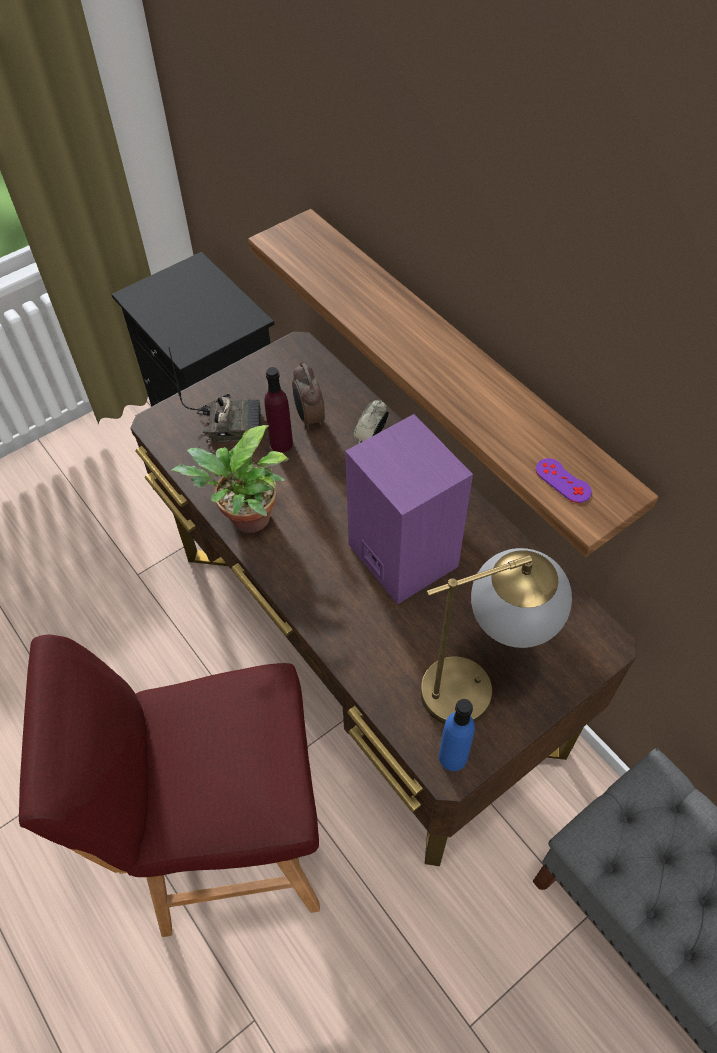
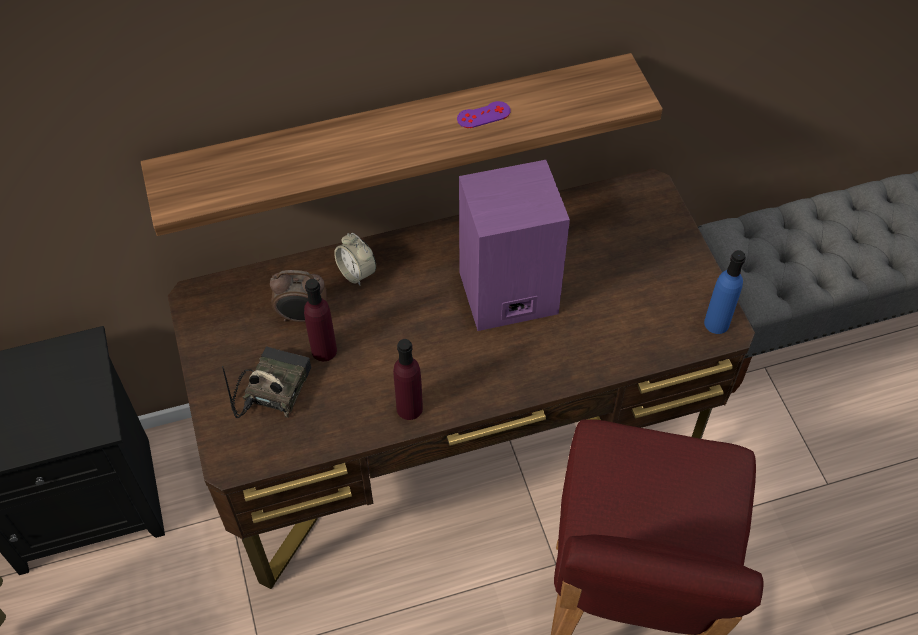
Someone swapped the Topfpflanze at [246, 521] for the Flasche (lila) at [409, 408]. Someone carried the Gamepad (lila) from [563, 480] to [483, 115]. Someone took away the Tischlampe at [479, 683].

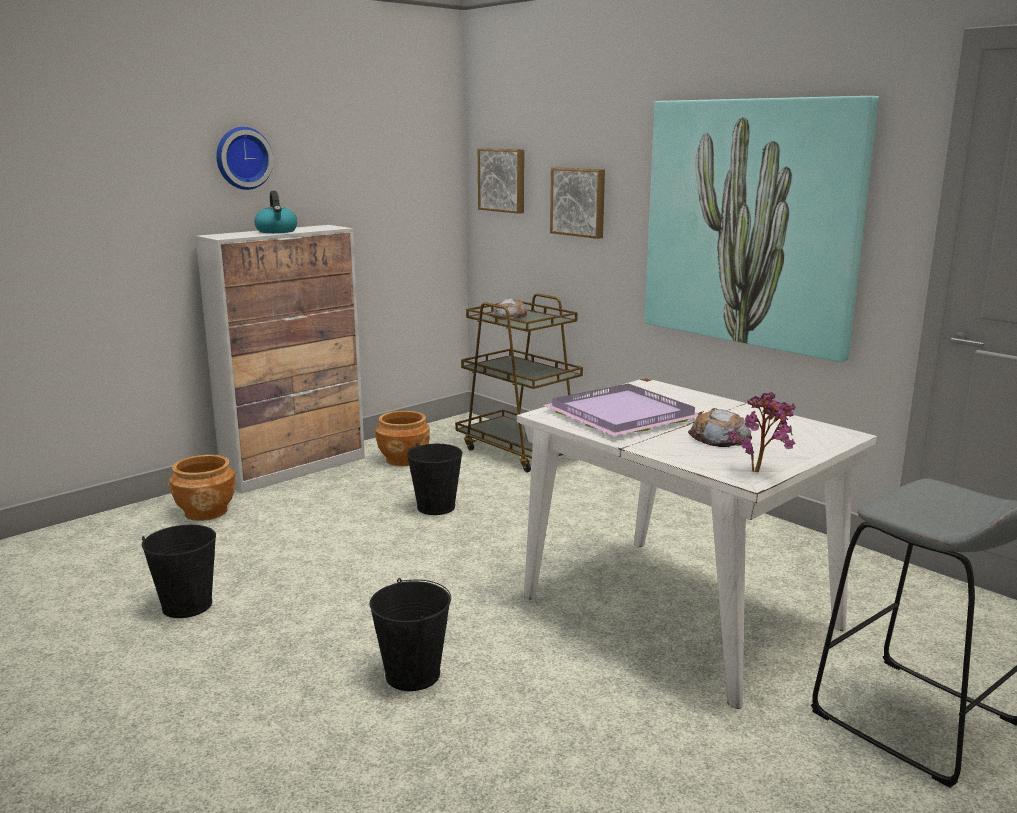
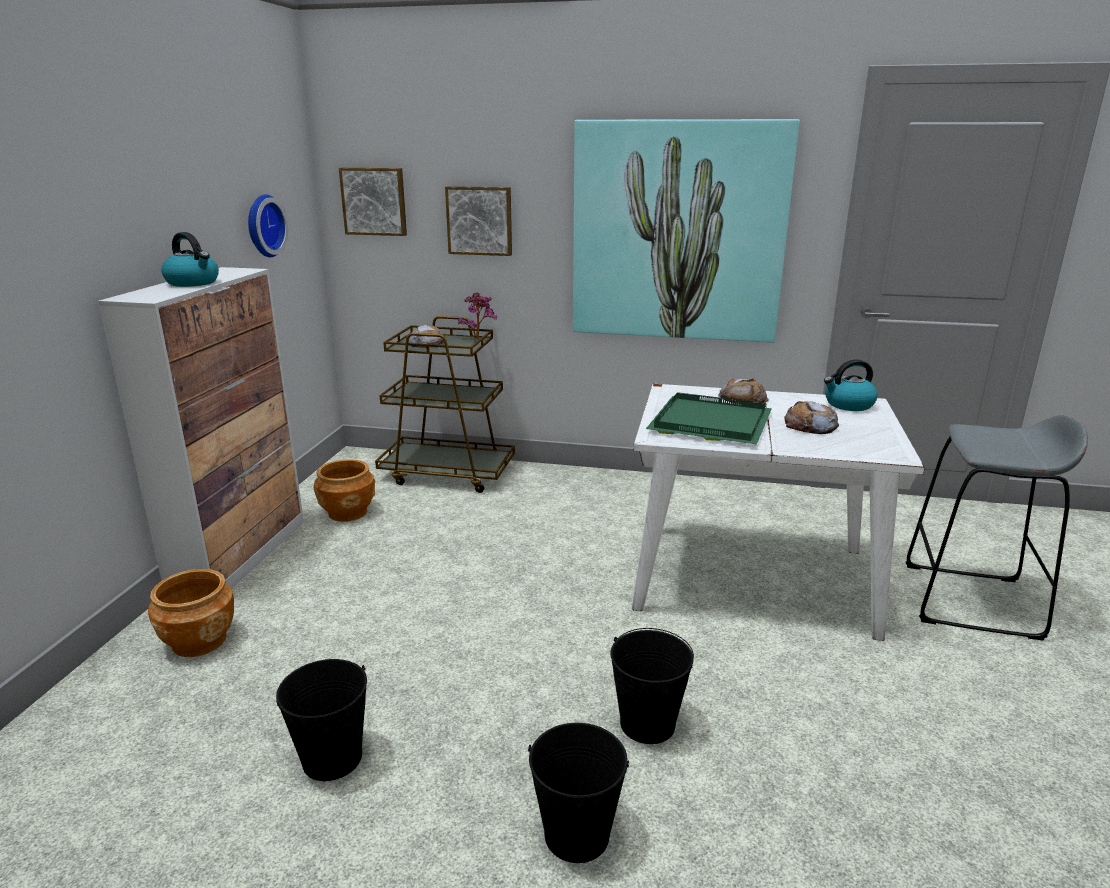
Someone carried the Wanduhr from [242, 158] to [263, 226]. Someone repainted the Tablett (lila) at [618, 415], which became the Tablett (grün) at [708, 423]. Someone carried the Topfpflanze from [761, 472] to [479, 338]. Someone carried the Eimer (schwarz) from [436, 507] to [576, 834]. Someone put down the Wasserkessel at [848, 405]. Someone put down the Brot at [743, 399].

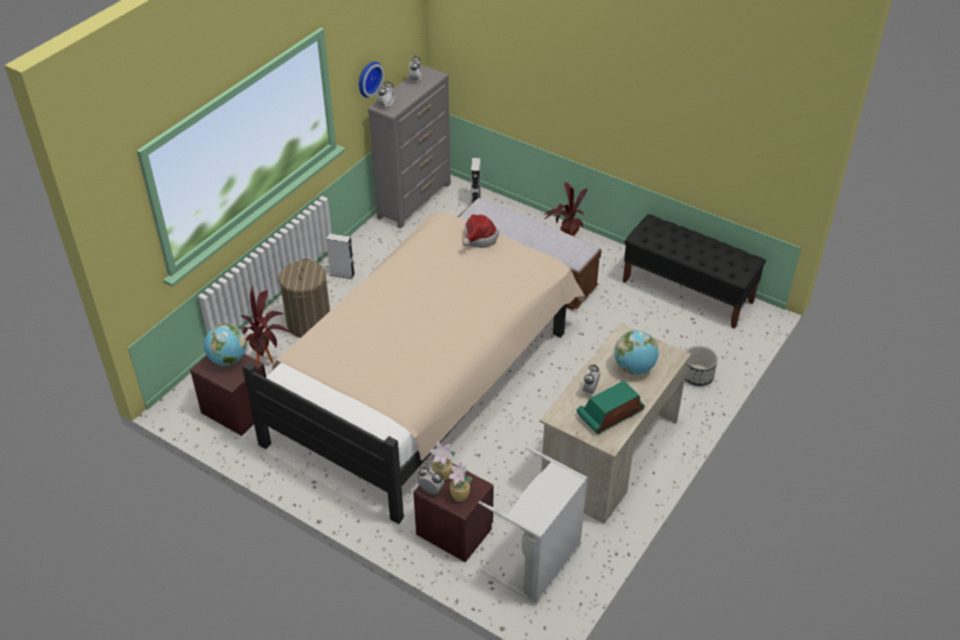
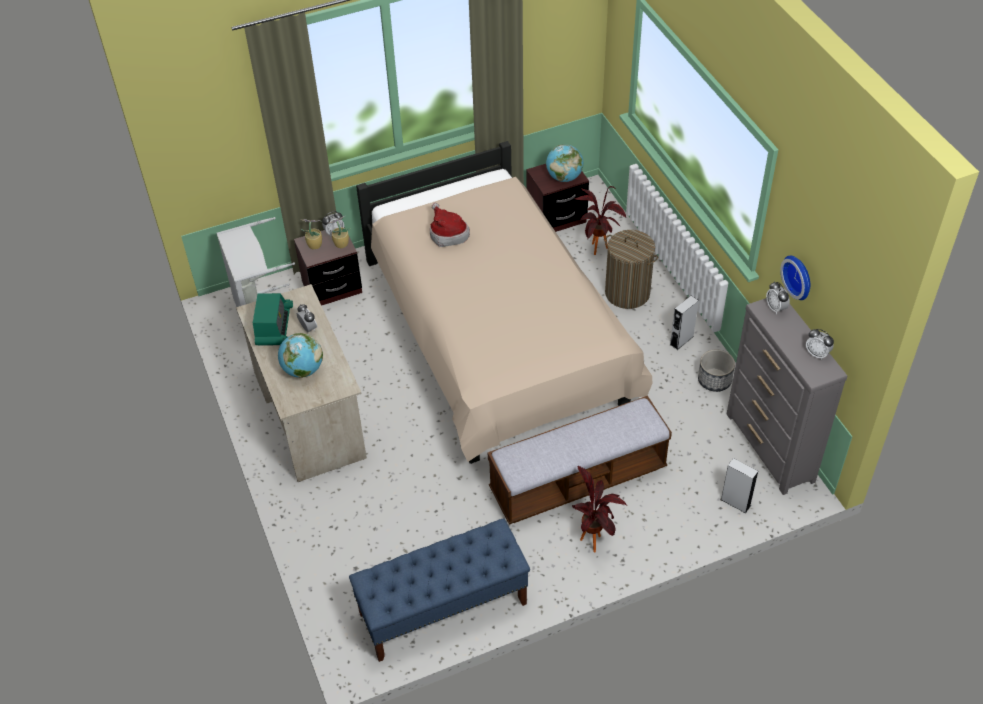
Someone carried the Hut from [479, 239] to [447, 234]. Someone repainted the Bank (schwarz) at [688, 291], which became the Bank (blau) at [442, 609]. Someone carried the Pflanzkübel from [697, 376] to [714, 380].

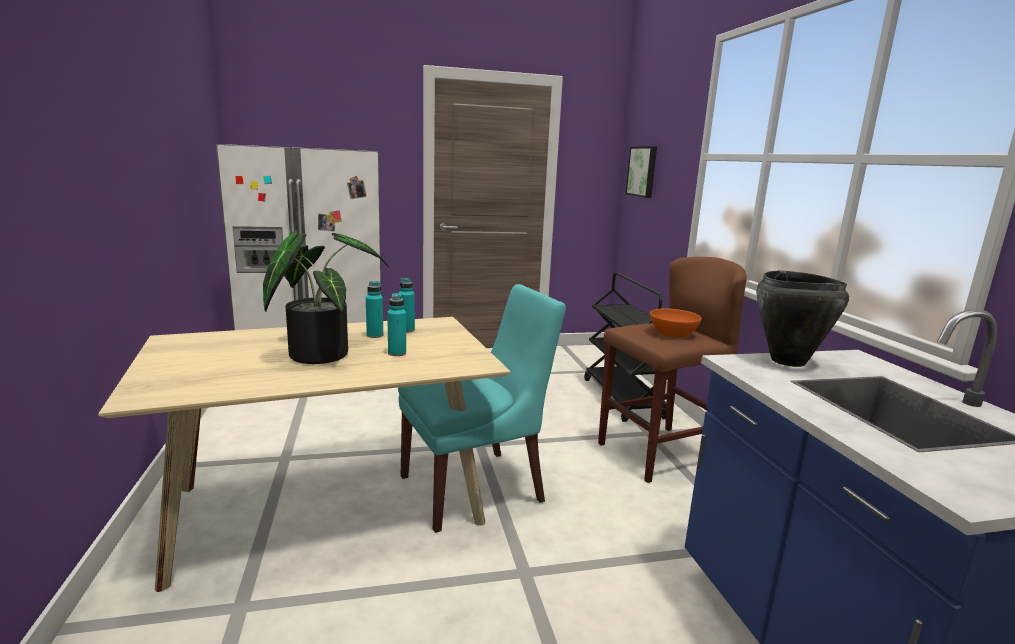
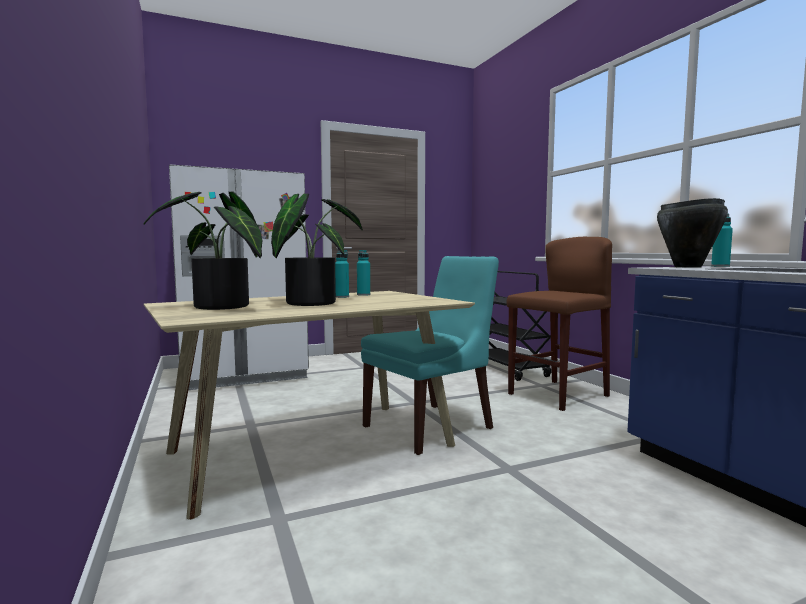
Someone took away the Bild at [643, 171]. Someone carried the Flasche (türkis) from [397, 353] to [720, 266]. Someone took away the Schüssel (orange) at [672, 333]. Someone put down the Topfpflanze at [221, 307].

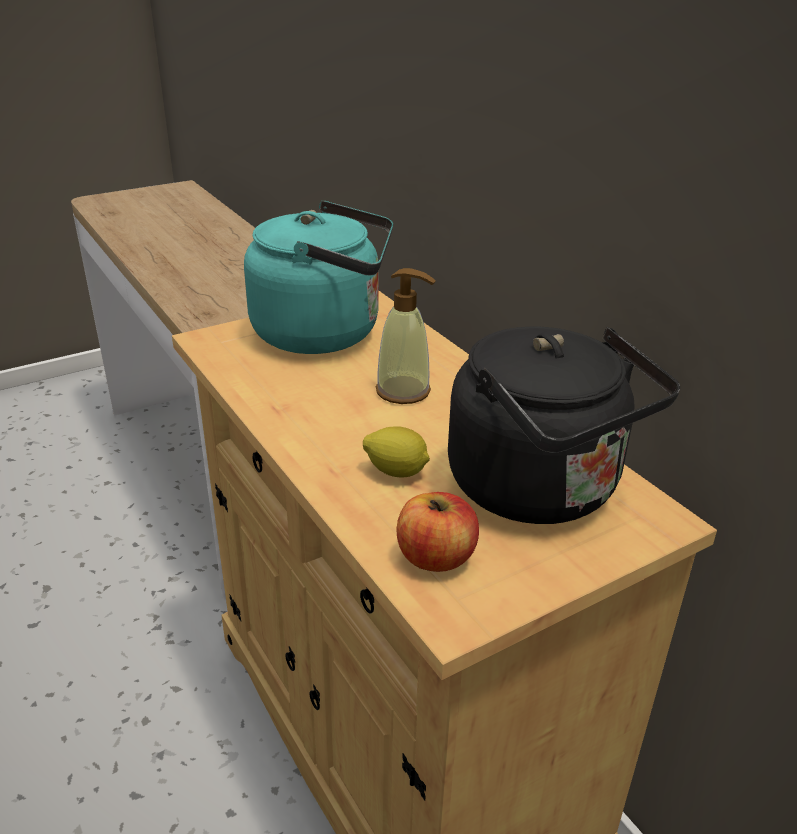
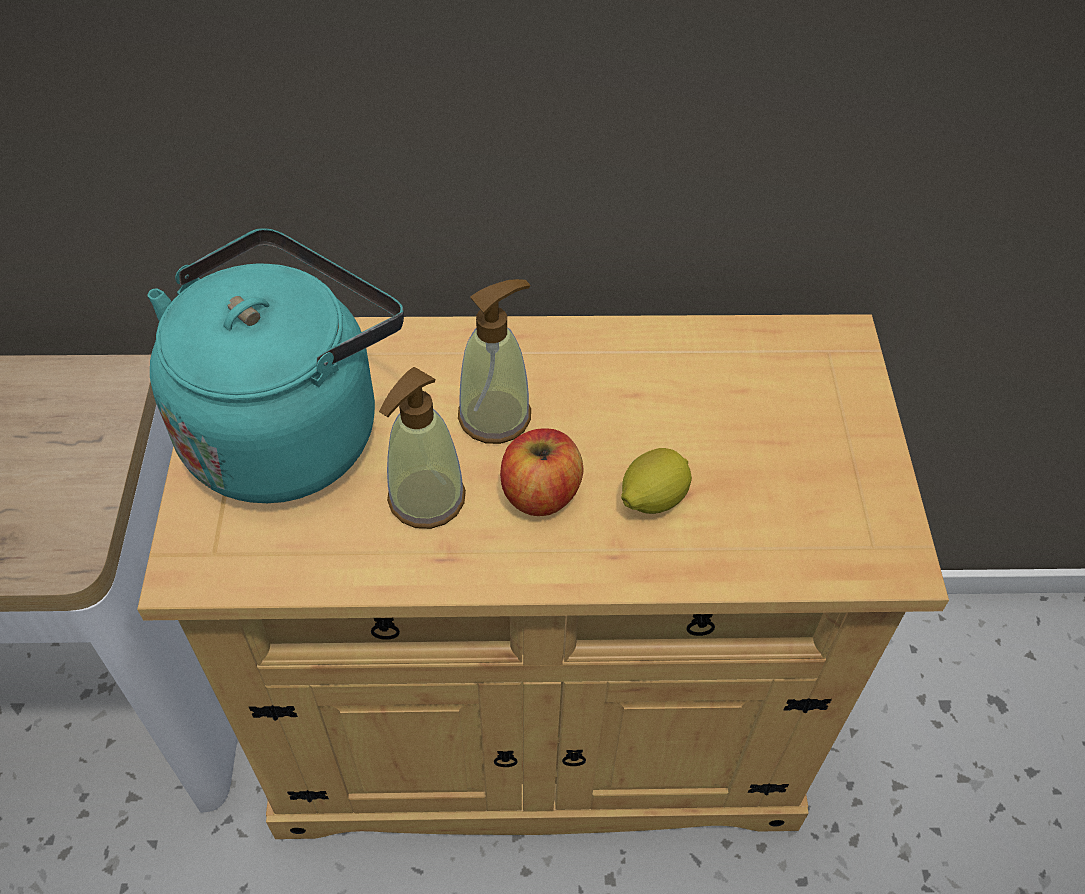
Someone took away the Wasserkessel (schwarz) at [541, 490]. Someone carried the Apfel from [436, 557] to [540, 493]. Someone put down the Seifenspender at [426, 499].

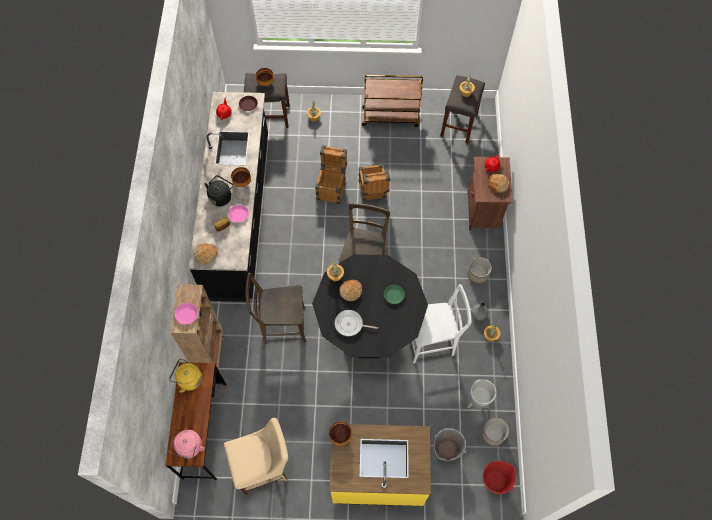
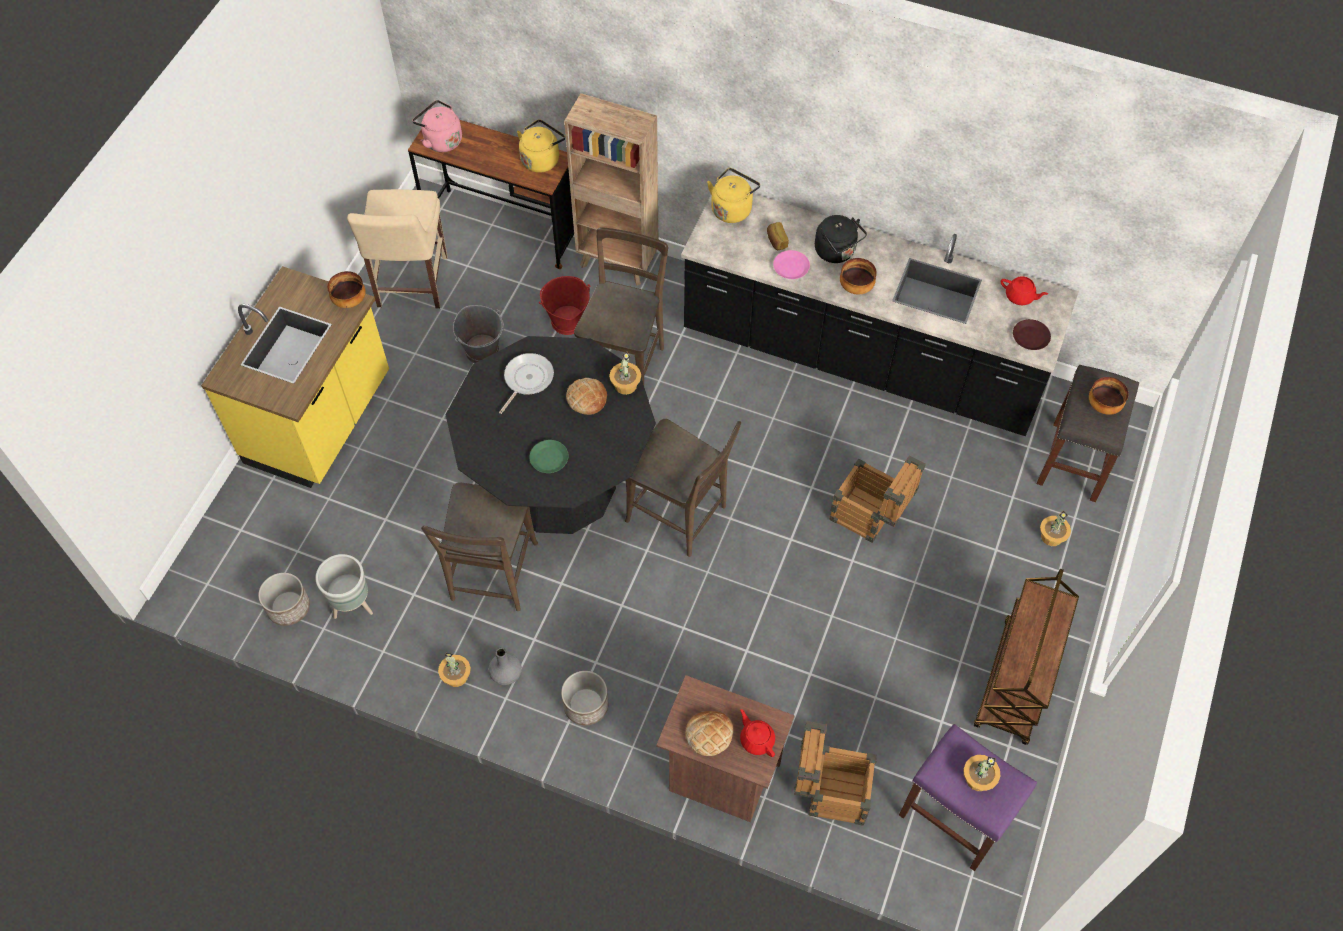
Someone repainted the Hocker (grau) at [459, 124], which became the Hocker (lila) at [956, 817]. Someone carried the Kiste from [373, 192] to [829, 791]. Someone swapped the Brot at [206, 254] for the Wasserkessel (gelb) at [732, 208]. Someone repainted the Stuhl (weiß) at [432, 341], which became the Stuhl (braun) at [492, 576]. Someone took away the Teller (rosa) at [187, 314]. Someone carried the Eimer (grau) from [446, 449] to [482, 350]. Someone carried the Eimer (rot) from [495, 481] to [567, 321].

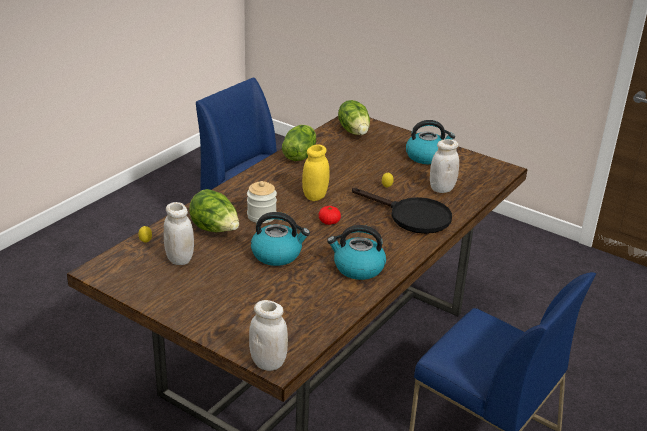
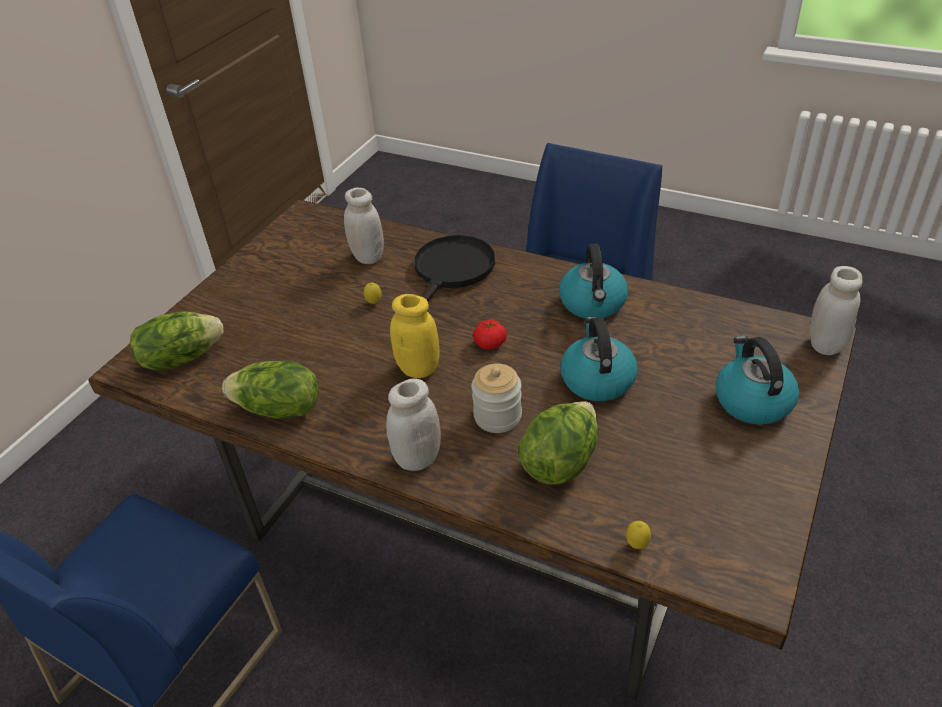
Someone carried the Wasserkessel from [426, 156] to [752, 401]. Someone carried the Vorratsglas (weiß) from [179, 259] to [417, 458].

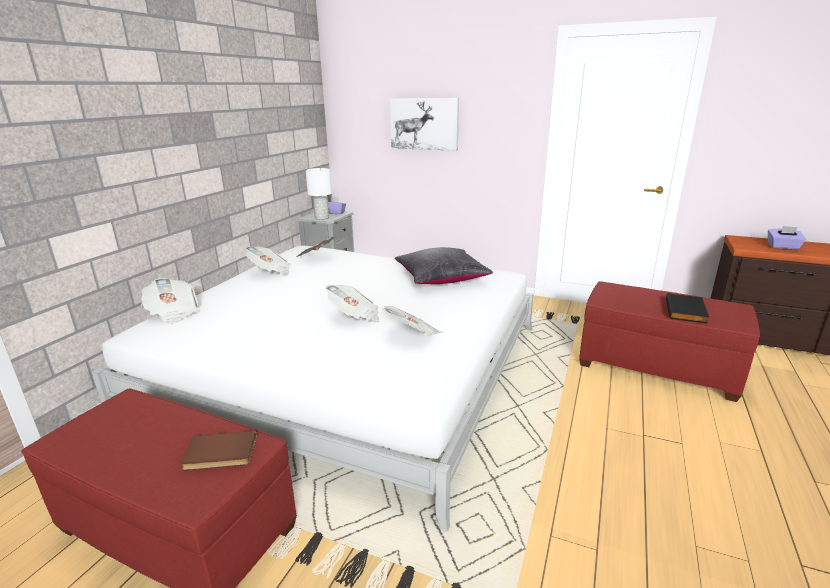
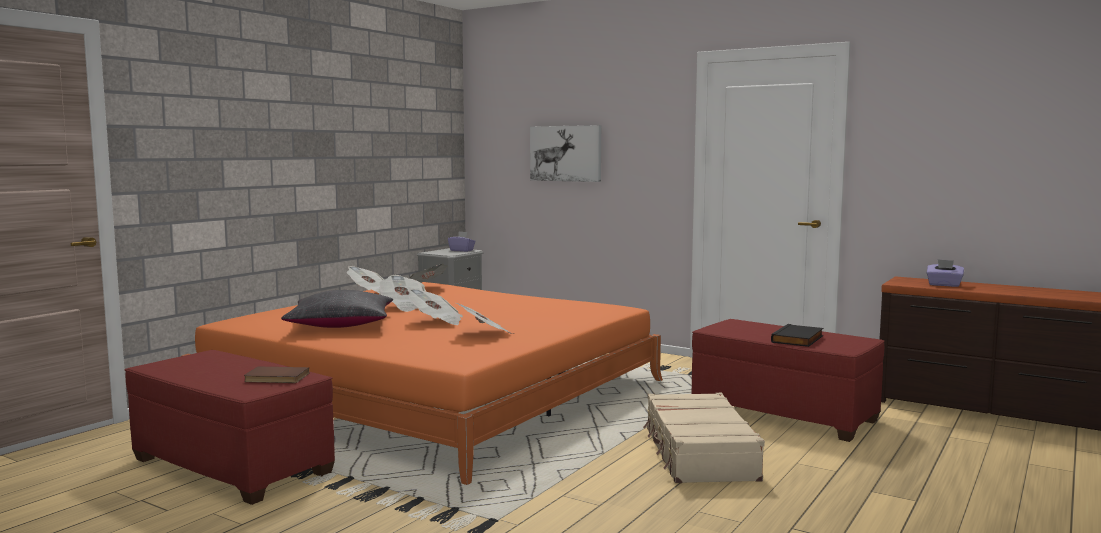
Someone took away the Tischlampe (weiß) at [322, 218]. Someone repainted the Bett (weiß) at [348, 367], which became the Bett (orange) at [434, 393]. Someone carried the Kissen (schwarz) from [441, 278] to [341, 325]. Someone carried the Zeitung from [173, 313] to [404, 307]. Someone put down the Koffer (beige) at [698, 454].

